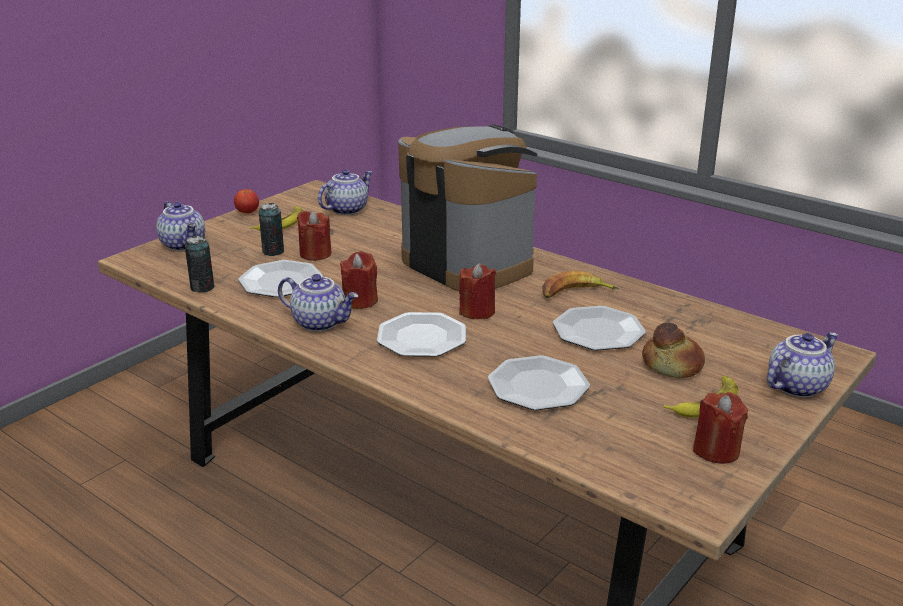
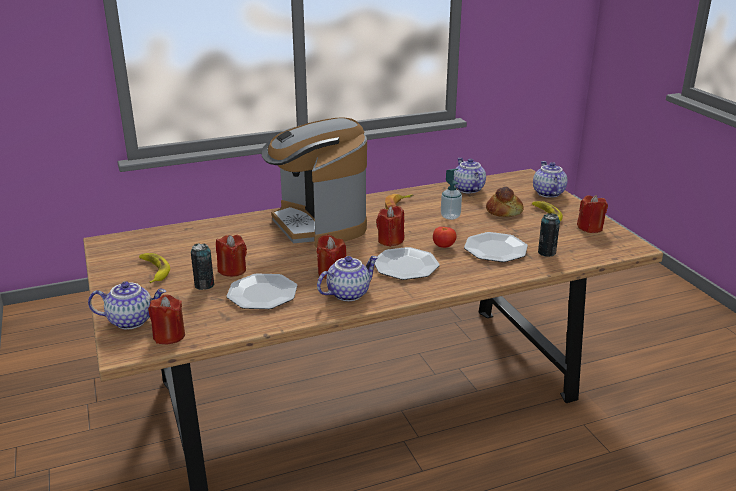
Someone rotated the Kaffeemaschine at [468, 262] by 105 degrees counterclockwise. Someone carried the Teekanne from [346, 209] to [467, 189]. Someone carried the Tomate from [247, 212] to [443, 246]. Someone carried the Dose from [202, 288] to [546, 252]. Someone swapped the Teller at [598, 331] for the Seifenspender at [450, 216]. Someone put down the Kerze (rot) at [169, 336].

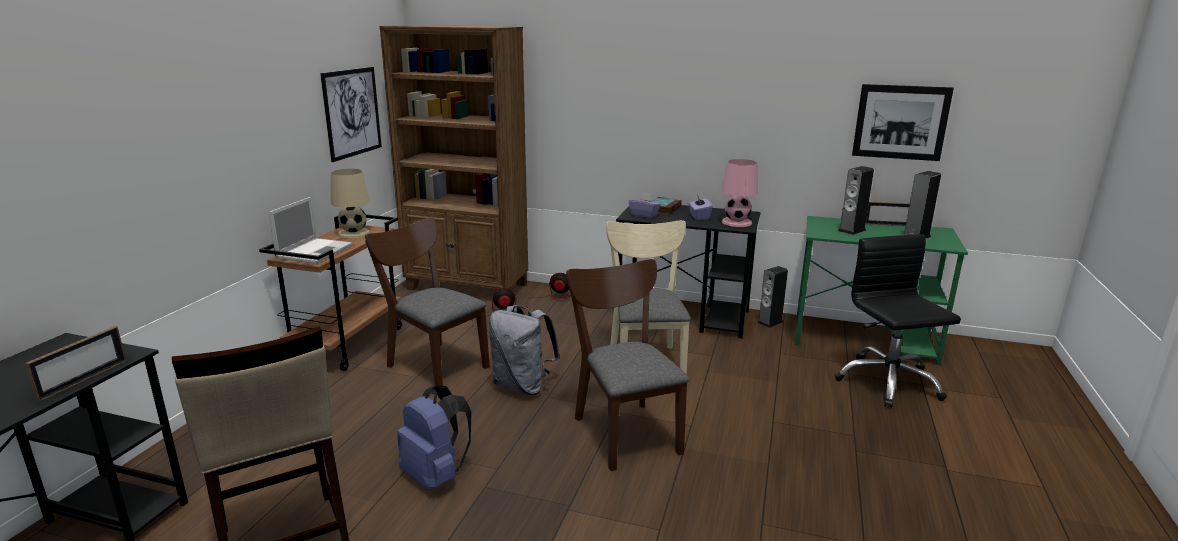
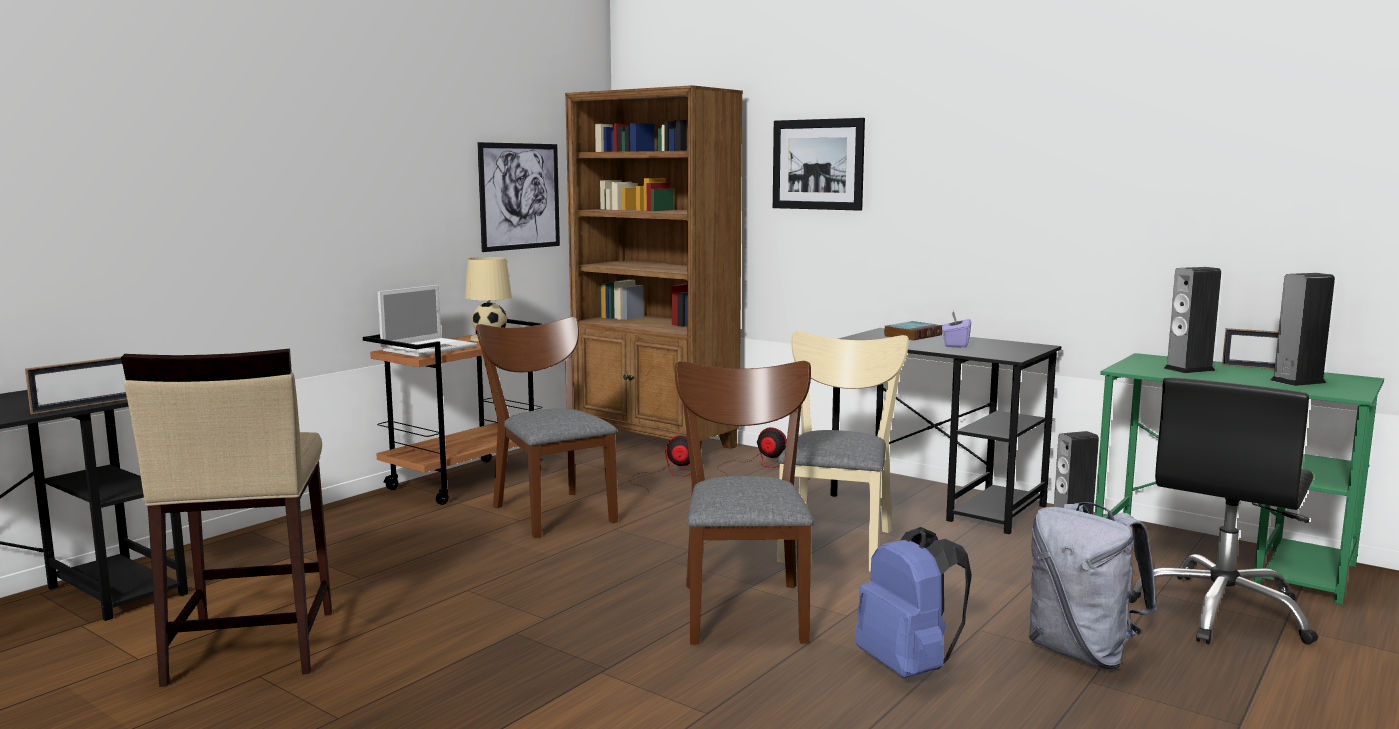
Someone carried the Bild from [900, 122] to [817, 164]. Someone took away the Tischlampe (rosa) at [737, 222]. Someone took away the Taschentuchbox (lila) at [644, 215]. Someone rotated the Bürostuhl (schwarz) at [887, 382] by 150 degrees counterclockwise. Someone carried the Rucksack (grau) from [522, 386] to [1082, 653]. Someone carried the Rucksack (blau) from [436, 475] to [909, 667].

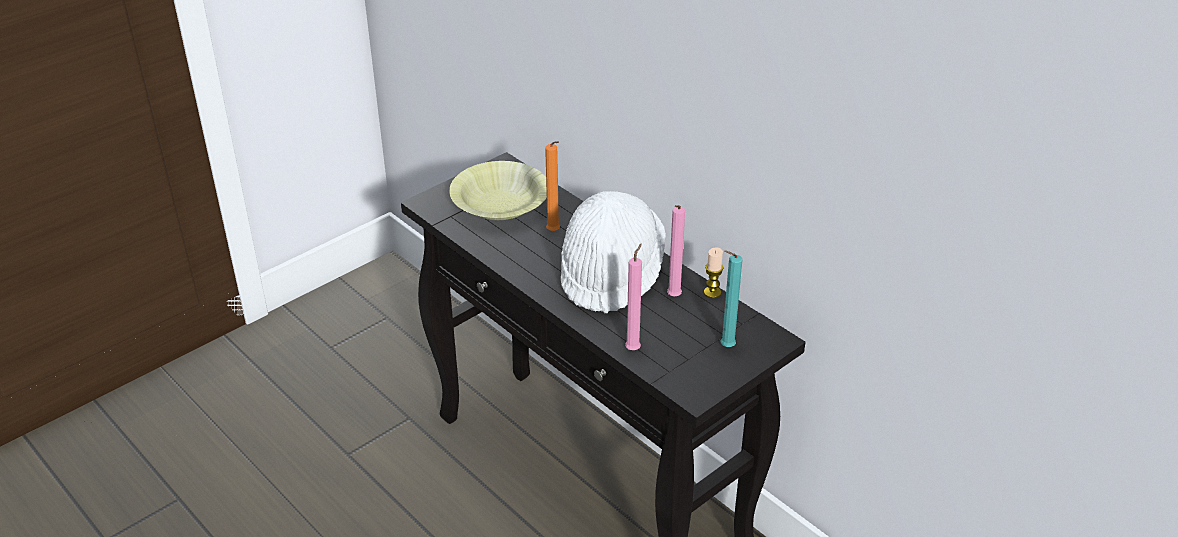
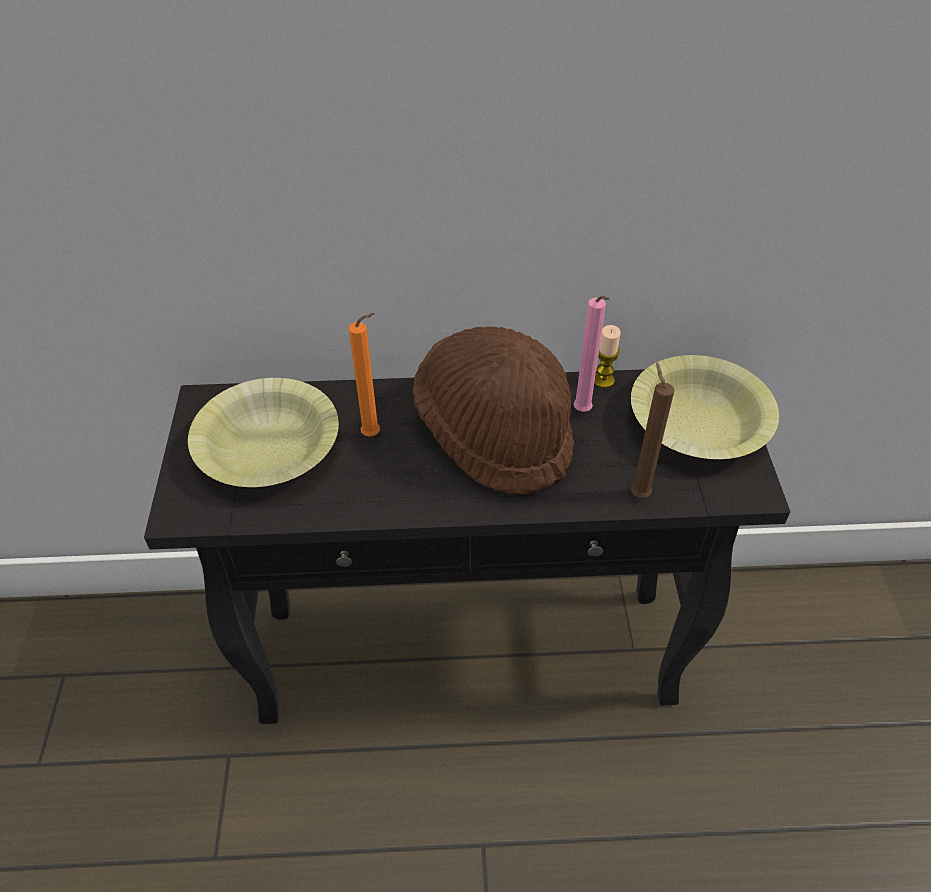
Someone repainted the Hut (weiß) at [611, 273], which became the Hut (braun) at [495, 434]. Someone repainted the Kerze (rosa) at [634, 348], which became the Kerze (braun) at [638, 492]. Someone swapped the Kerze (türkis) at [725, 347] for the Schüssel (gelb) at [698, 423].

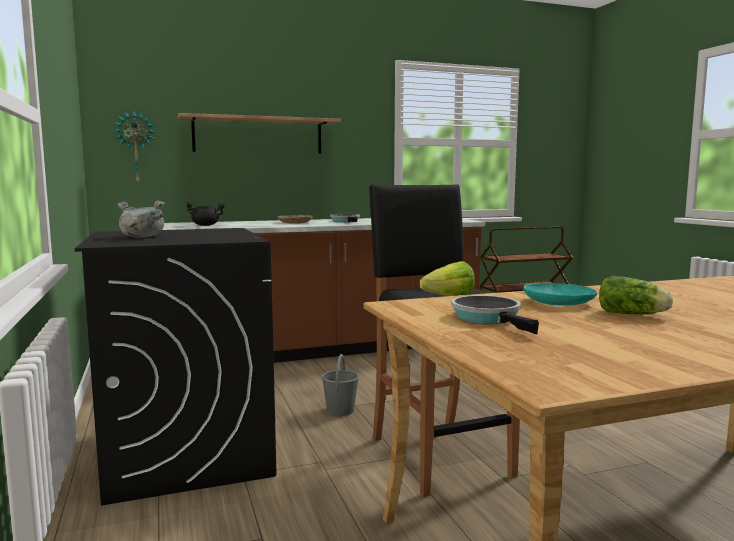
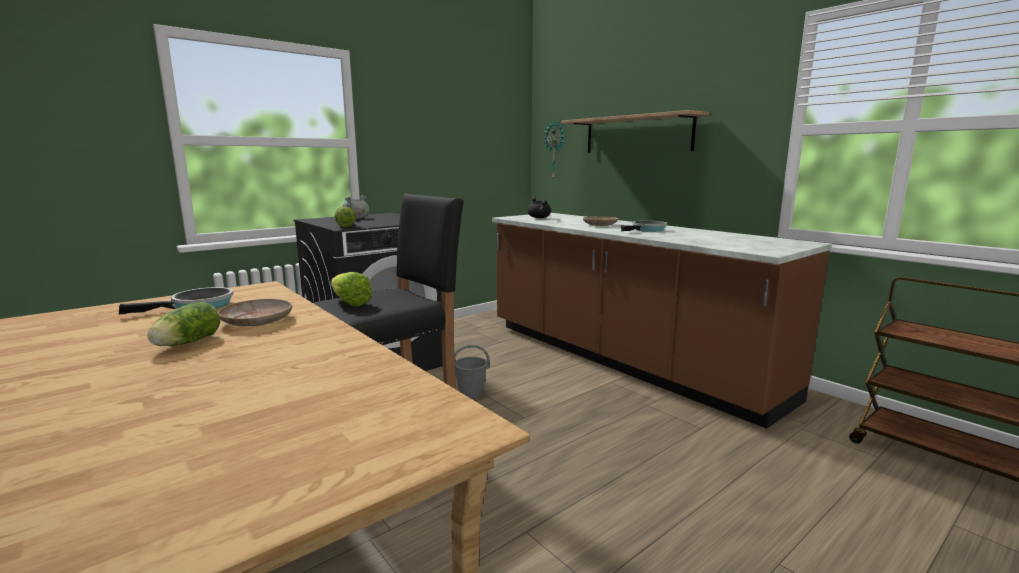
Someone repainted the Teller (türkis) at [558, 302], which became the Teller (beige) at [257, 321]. Someone put down the Salatkopf at [345, 225].

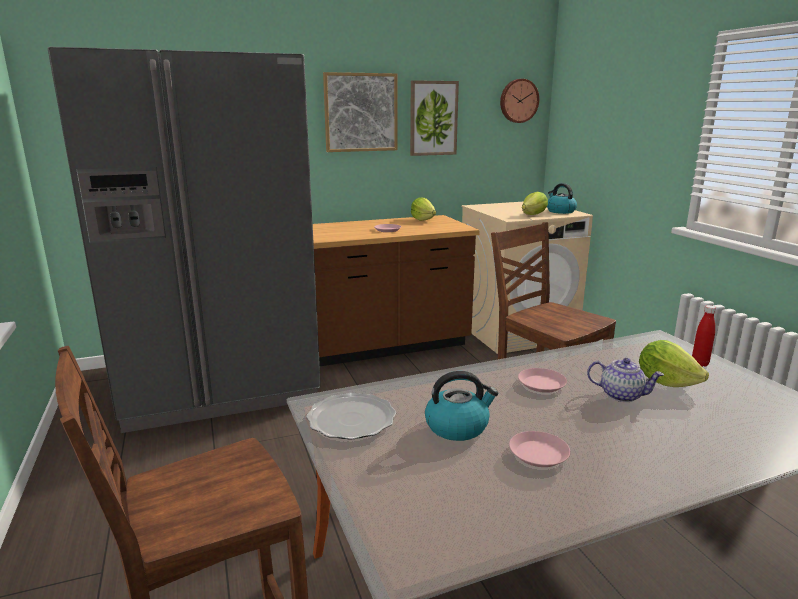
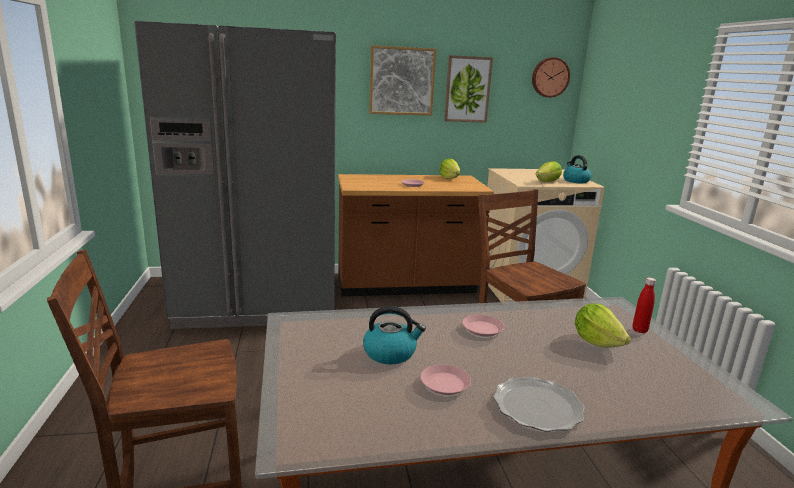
Someone took away the Teekanne at [622, 395]. Someone carried the Teller from [352, 419] to [538, 407].

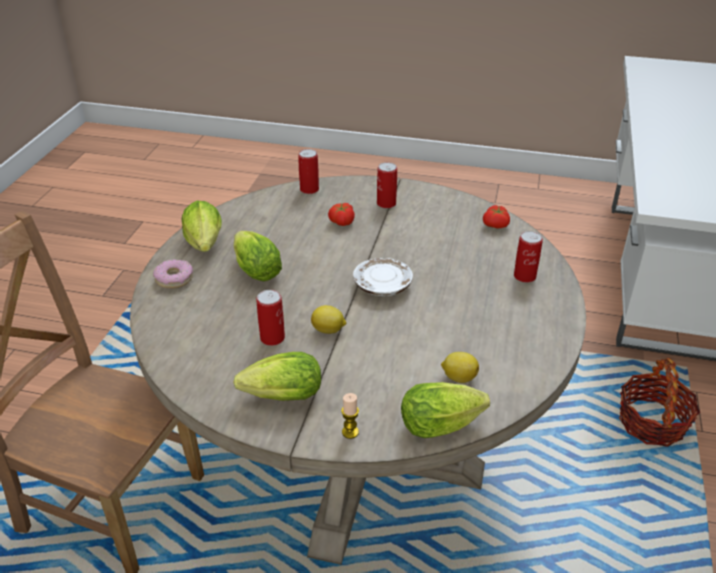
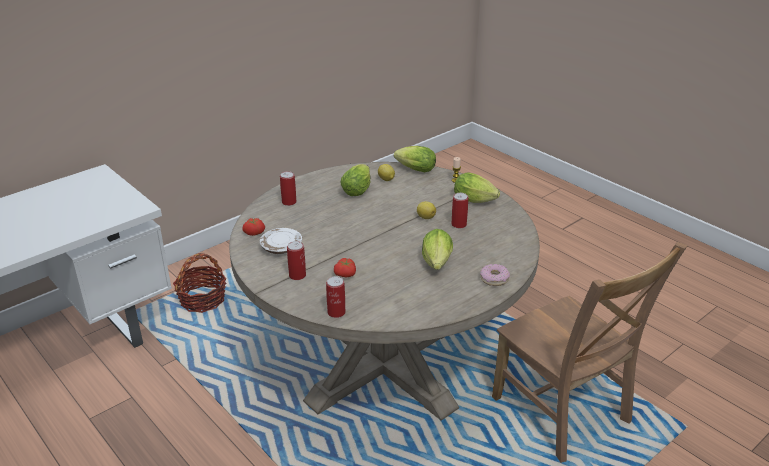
Someone carried the Salatkopf from [205, 246] to [358, 190]. Someone carried the Teller (weiß) from [382, 285] to [281, 247].

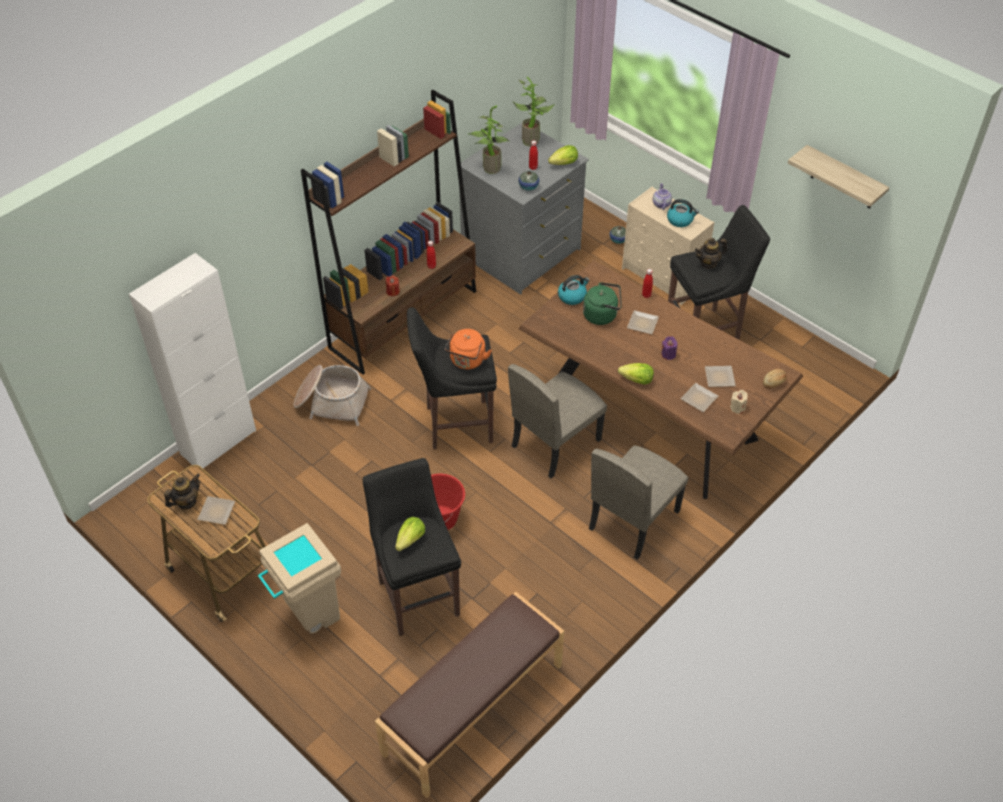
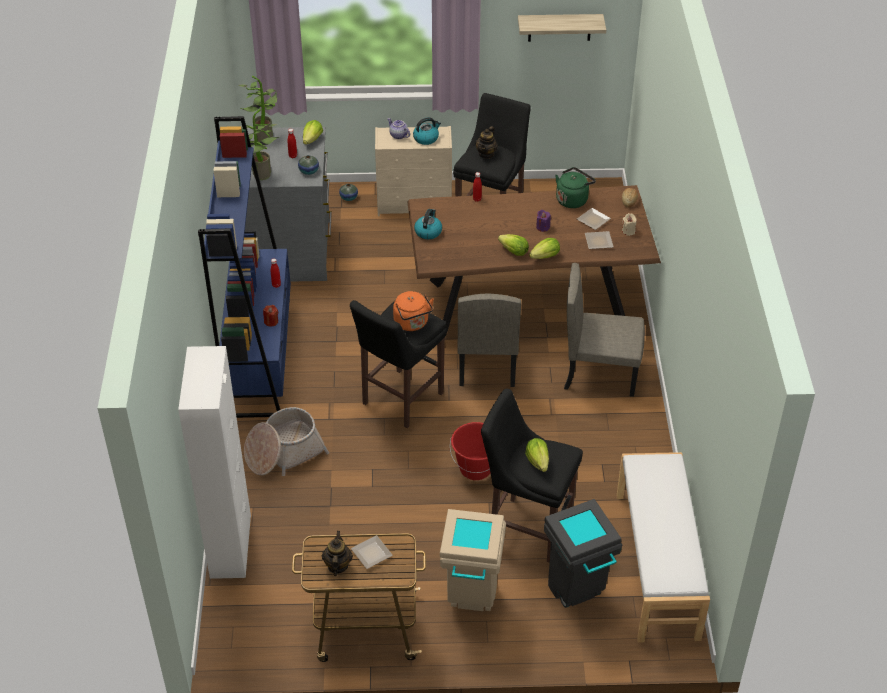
Someone repainted the Bücherregal (braun) at [404, 319], which became the Bücherregal (blau) at [259, 356]. Someone carried the Wasserkessel (grün) from [602, 315] to [573, 199]. Someone took away the Teller at [643, 324]. Someone rotated the Stuhl (beige) at [633, 519] by 105 degrees clockwise. Someone repainted the Bank (braun) at [474, 709], which became the Bank (weiß) at [658, 565]. Someone put down the Salatkopf at [514, 252]. Someone put down the Mülleimer (grau) at [578, 596].

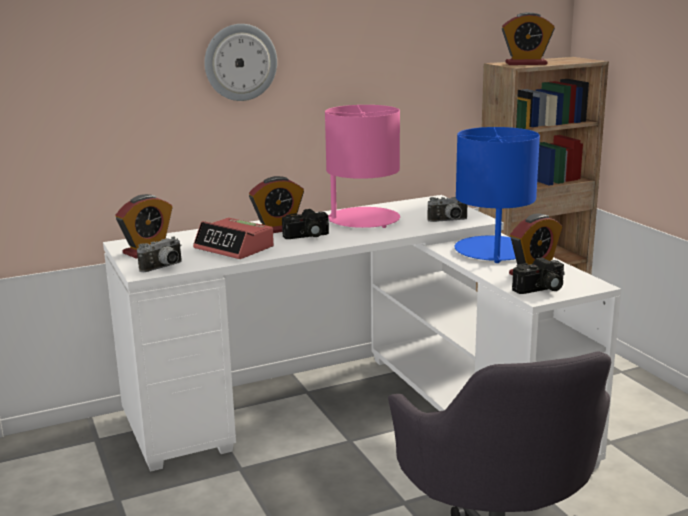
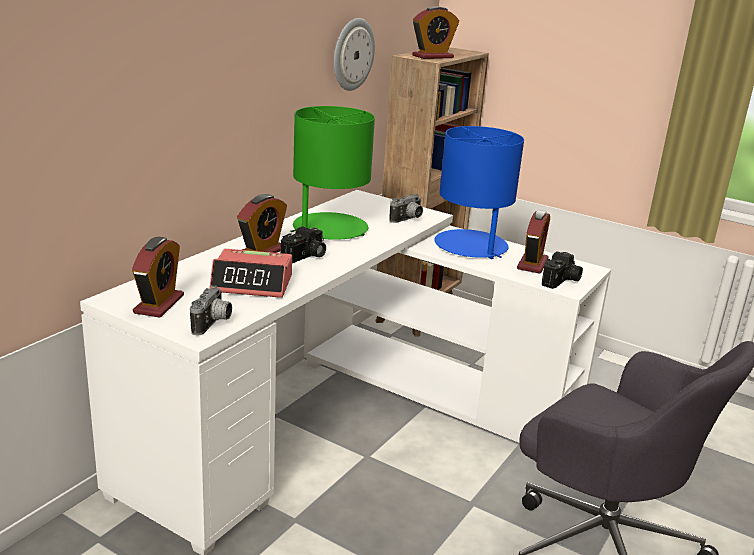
Someone carried the Wanduhr from [240, 62] to [352, 54]. Someone repainted the Tischlampe (rosa) at [362, 220], which became the Tischlampe (grün) at [329, 228].

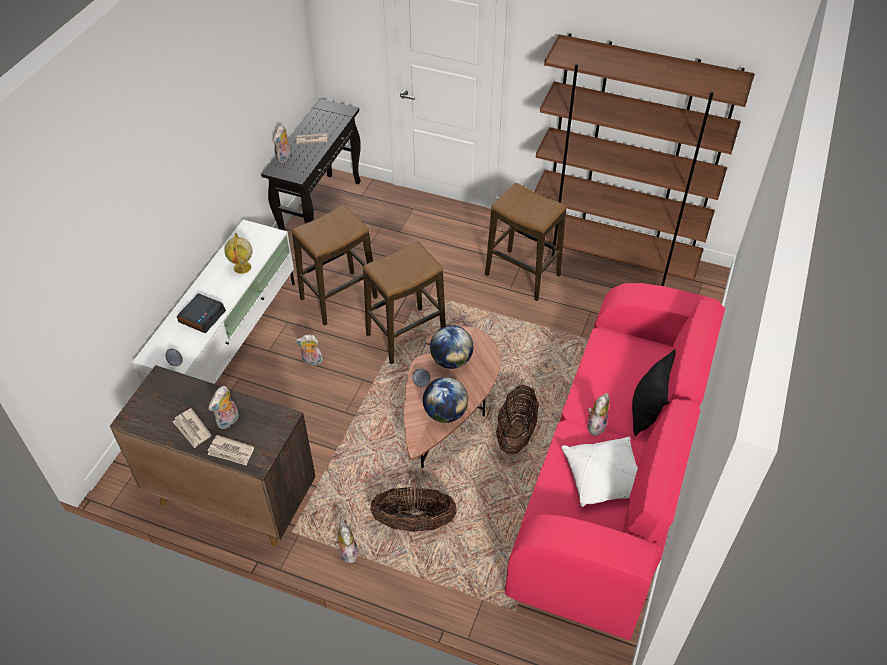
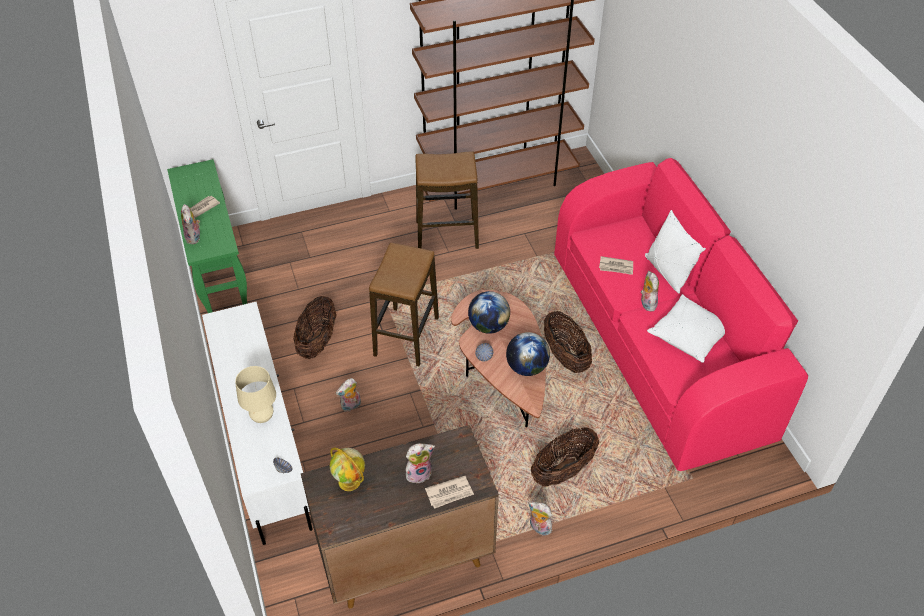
Someone repainted the Konsolentisch (schwarz) at [321, 210], which became the Konsolentisch (grün) at [220, 278]. Someone swapped the Hocker at [339, 298] for the Korb at [317, 341]. Someone carried the Globus from [242, 268] to [350, 481]. Someone swapped the Wecker at [202, 316] for the Tischlampe (beige) at [262, 417]. Someone repainted the Kissen (schwarz) at [646, 411], which became the Kissen (weiß) at [667, 272]. Someone rotated the Plüschtier at [228, 421] by 105 degrees counterclockwise. Someone carried the Zeitung from [192, 429] to [616, 267].

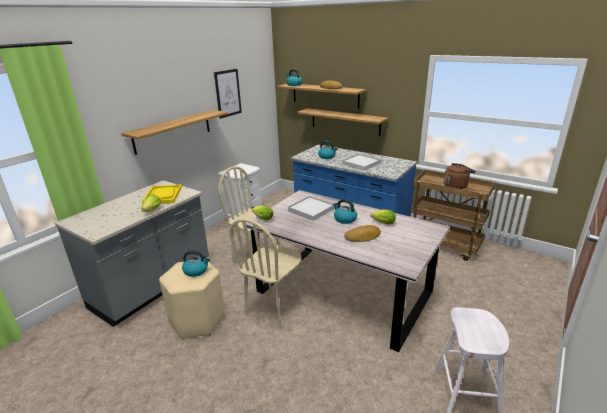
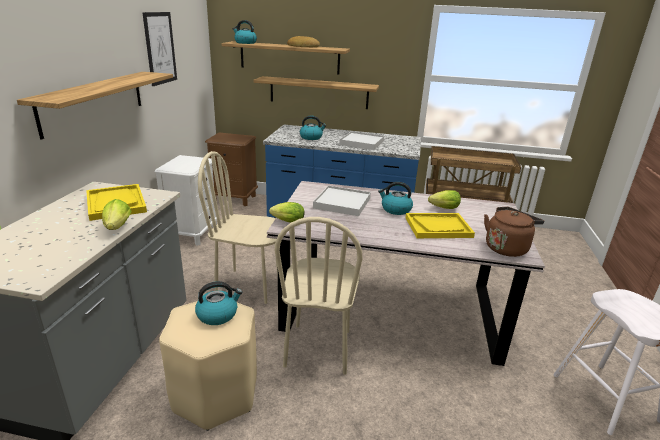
Someone carried the Wasserkessel (braun) from [456, 186] to [507, 248]. Someone swapped the Brot at [363, 237] for the Tablett (gelb) at [438, 227]. Someone put down the Nachttisch (braun) at [234, 198].

